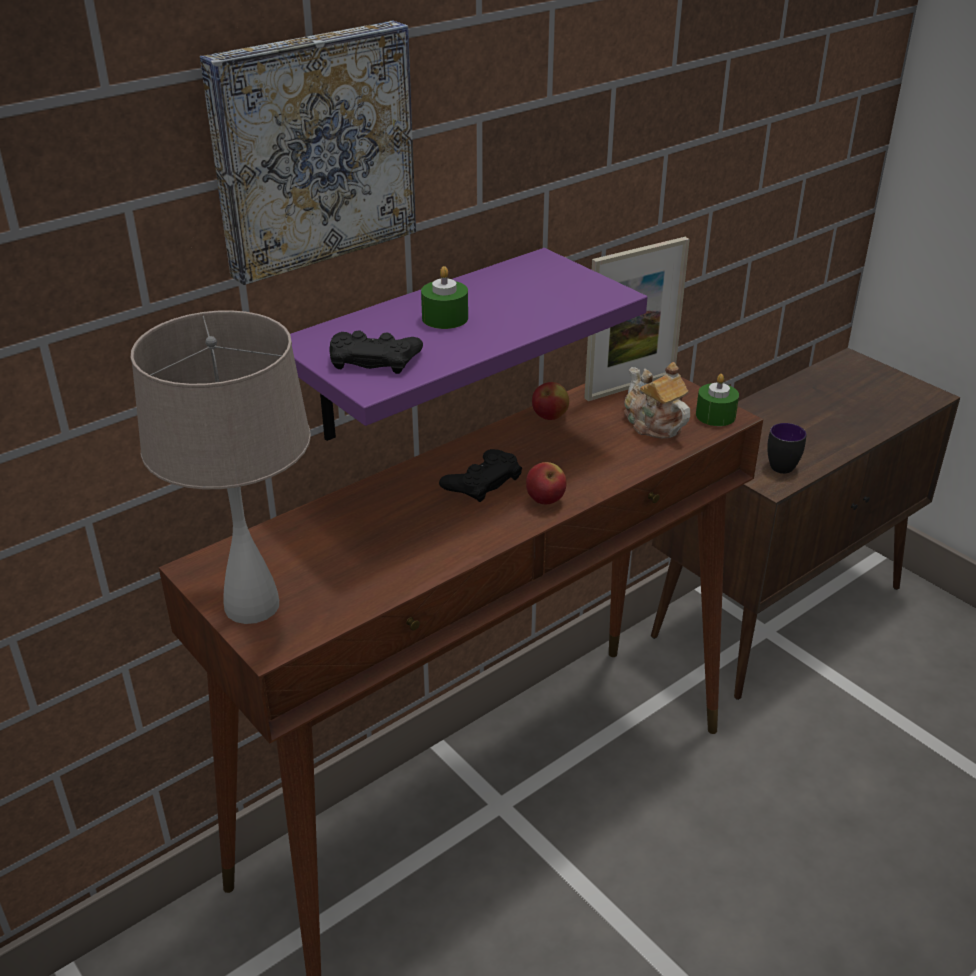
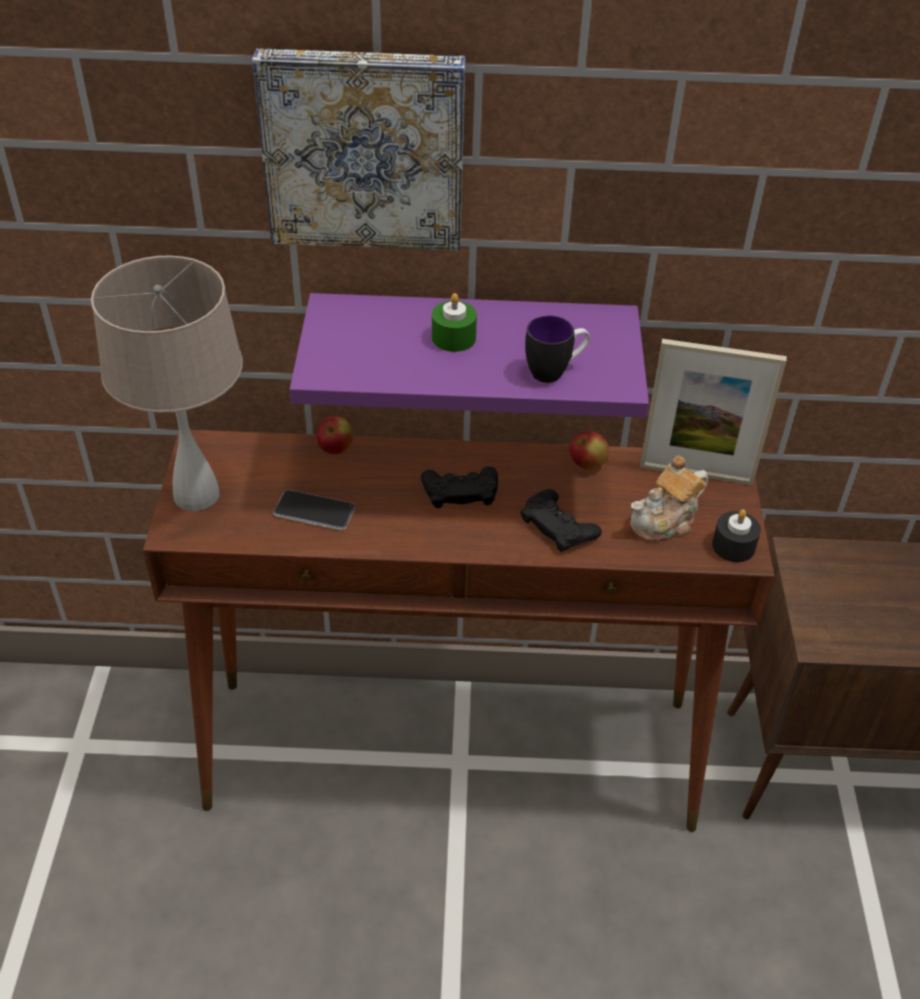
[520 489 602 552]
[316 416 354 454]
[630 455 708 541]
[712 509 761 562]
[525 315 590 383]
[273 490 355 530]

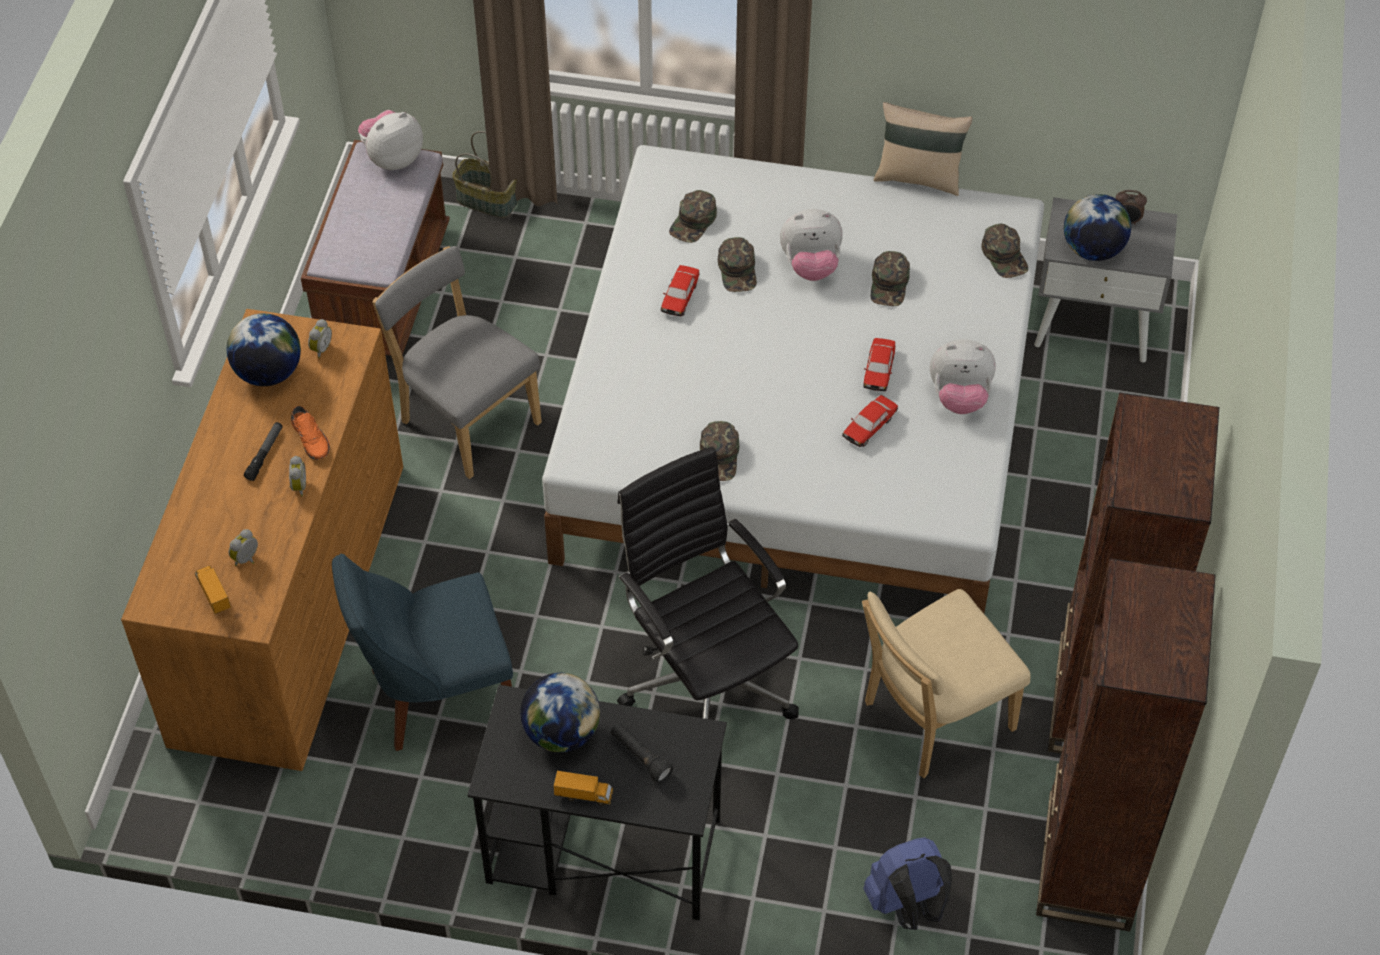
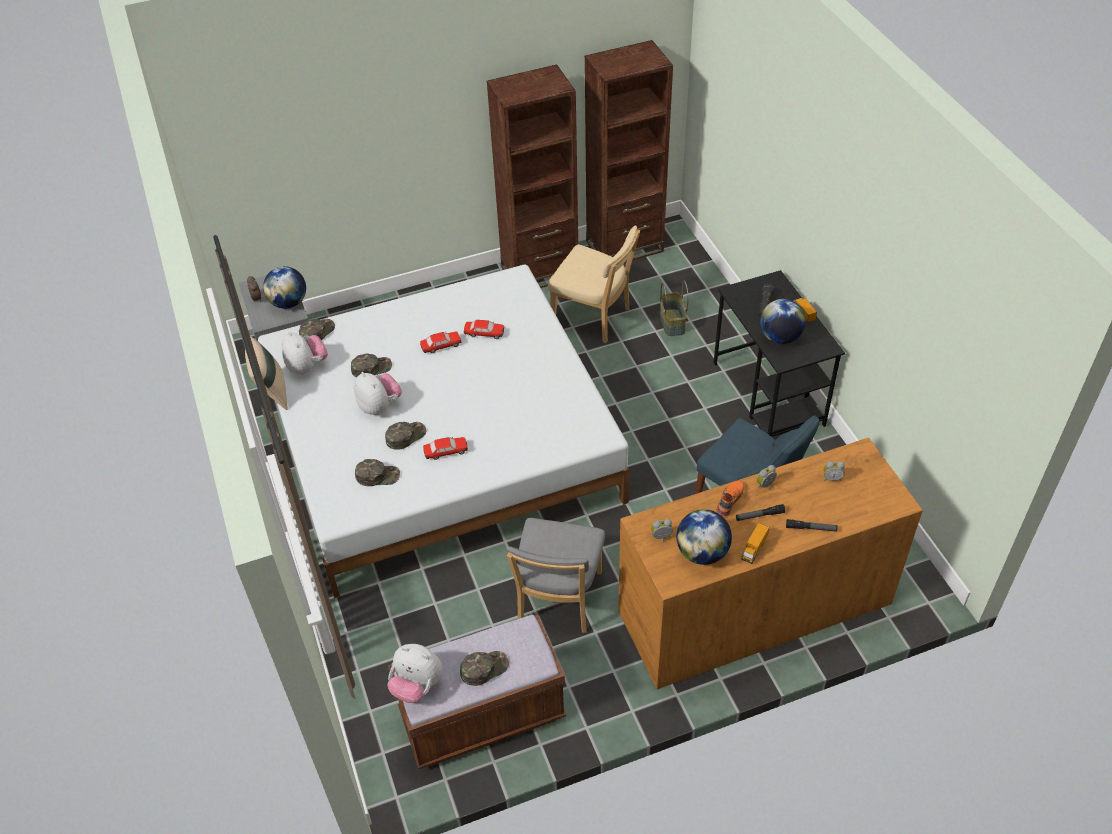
[741 523 769 564]
[660 281 689 336]
[617 446 799 719] (first image)
[460 651 509 686]
[863 837 952 930] (first image)
[282 331 328 375]
[786 519 838 532]

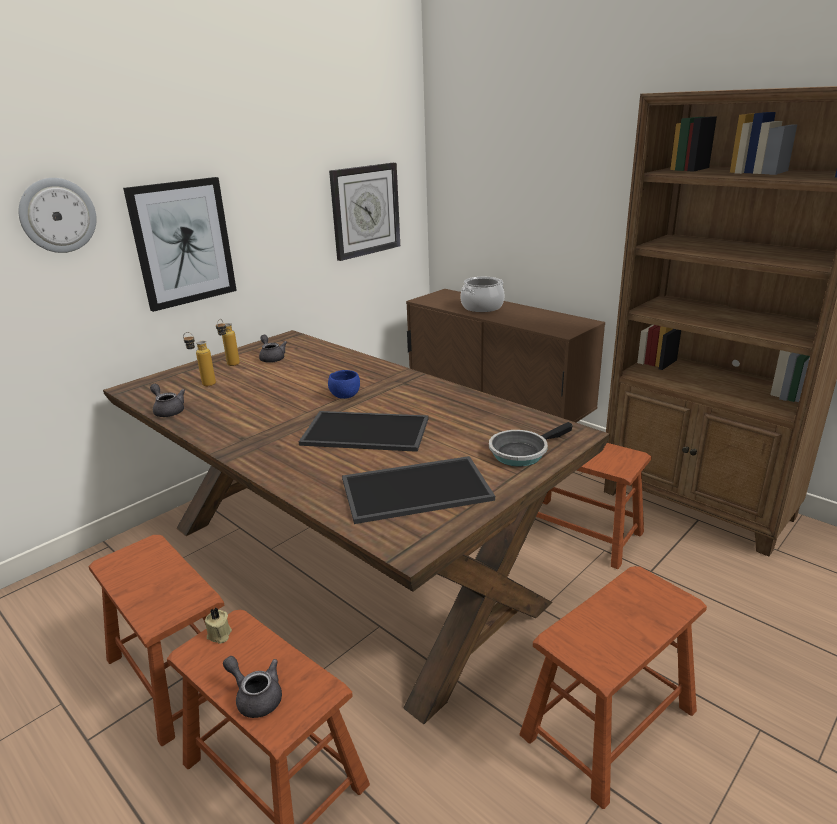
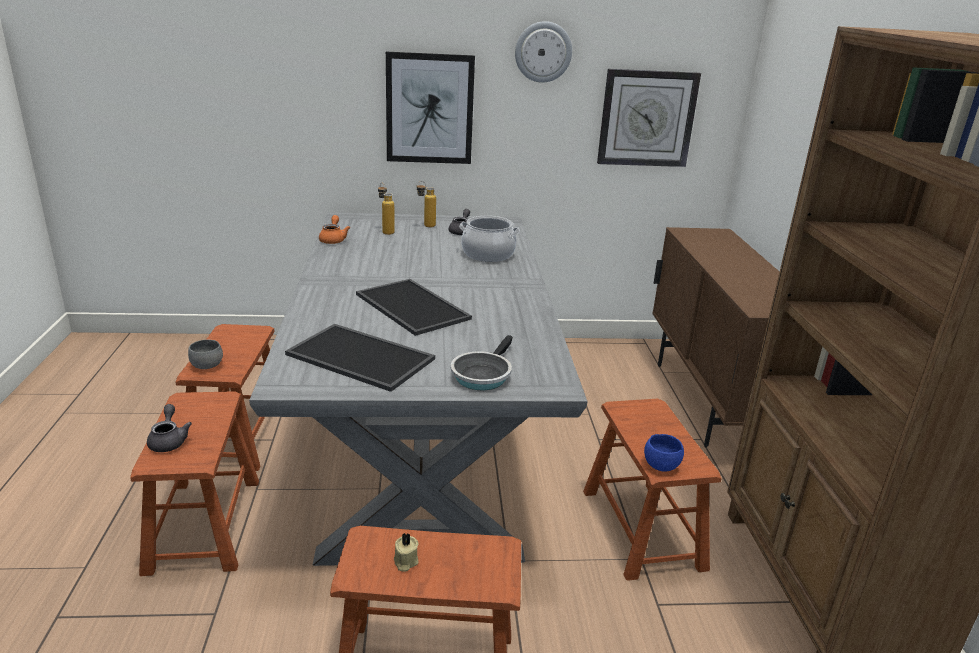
[515 21 572 83]
[249 212 587 566]
[319 215 350 244]
[394 533 419 572]
[644 434 684 472]
[459 216 520 262]
[450 335 513 390]
[188 340 223 369]

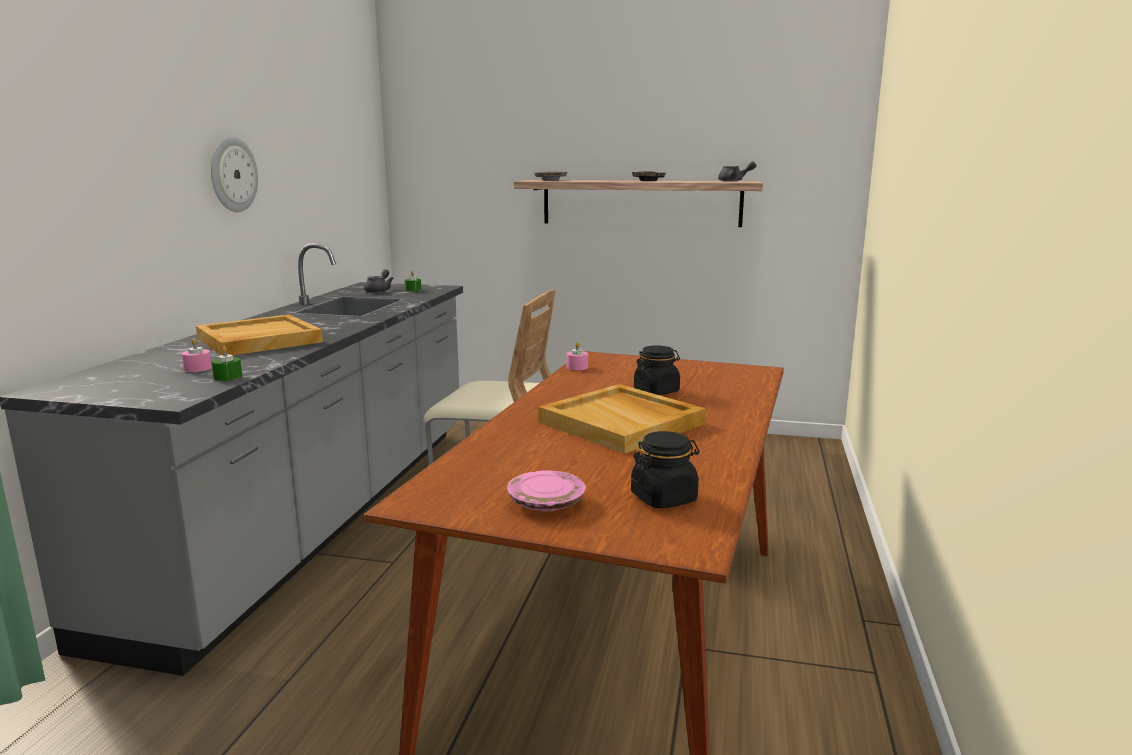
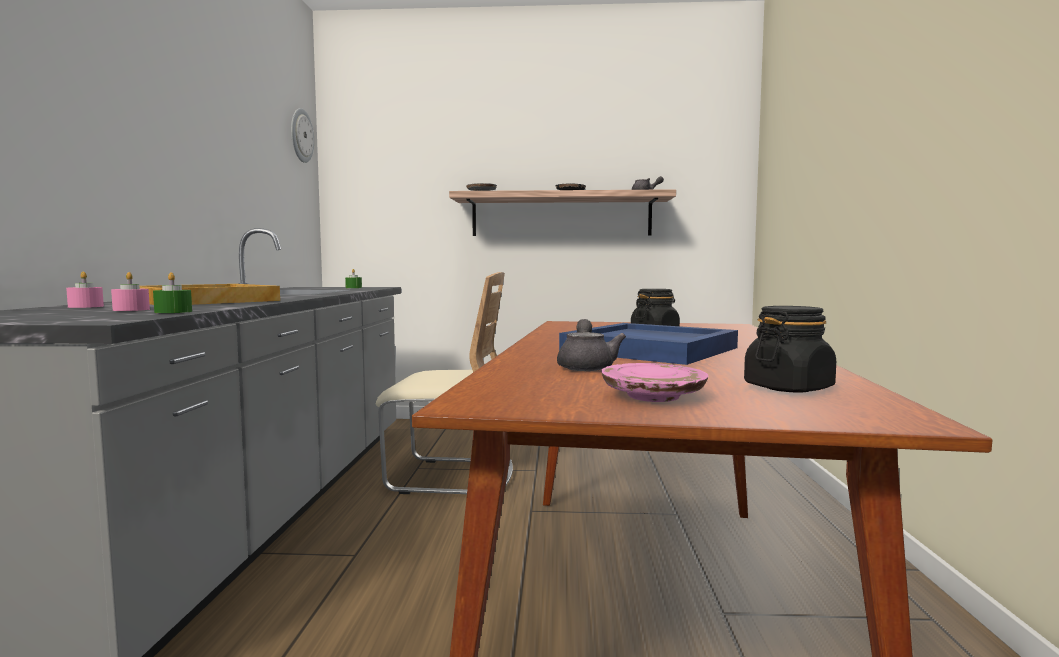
[291 108 314 163]
[557 319 626 371]
[559 323 738 365]
[66 272 104 308]

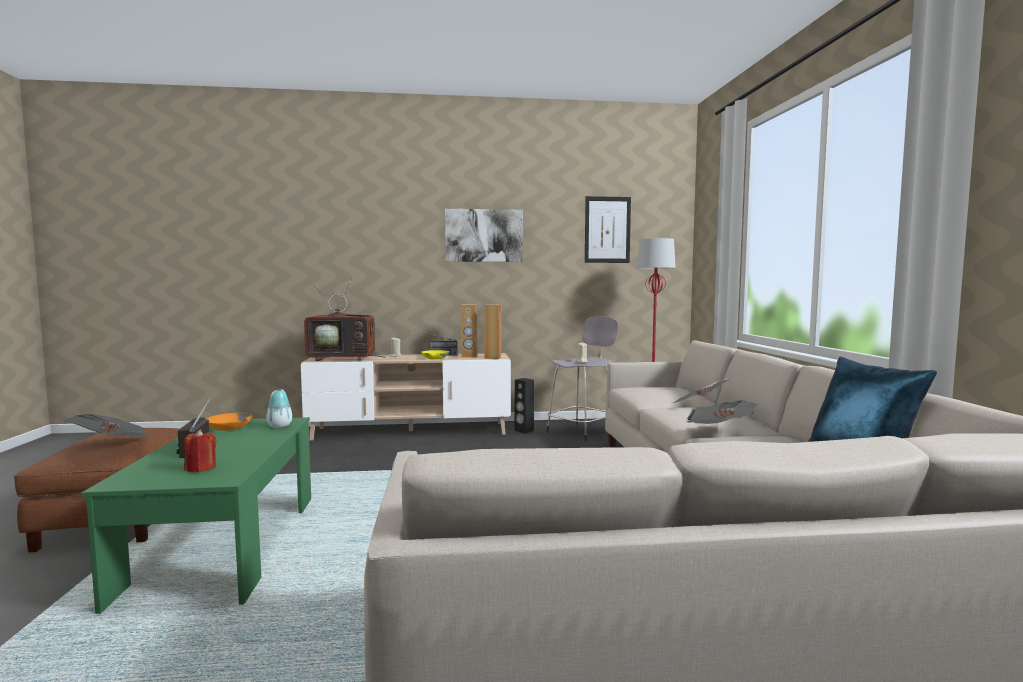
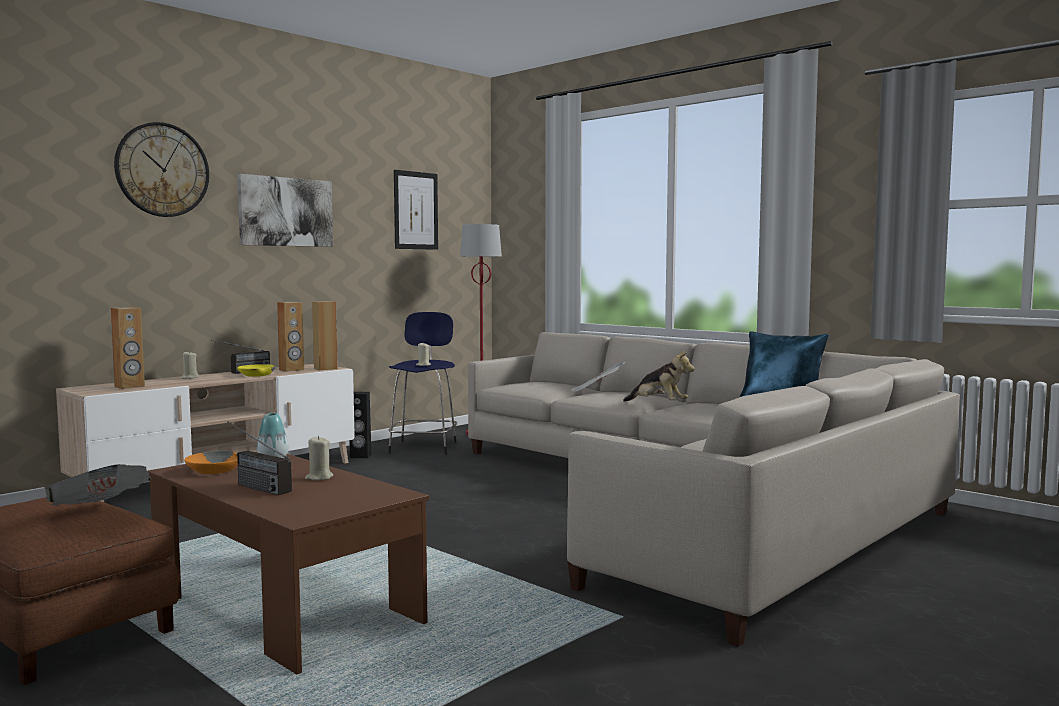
[148 452 429 674]
[183 429 216 472] (first image)
[111 307 145 389]
[388 312 457 455]
[623 350 695 402]
[114 122 209 217]
[305 436 333 480]

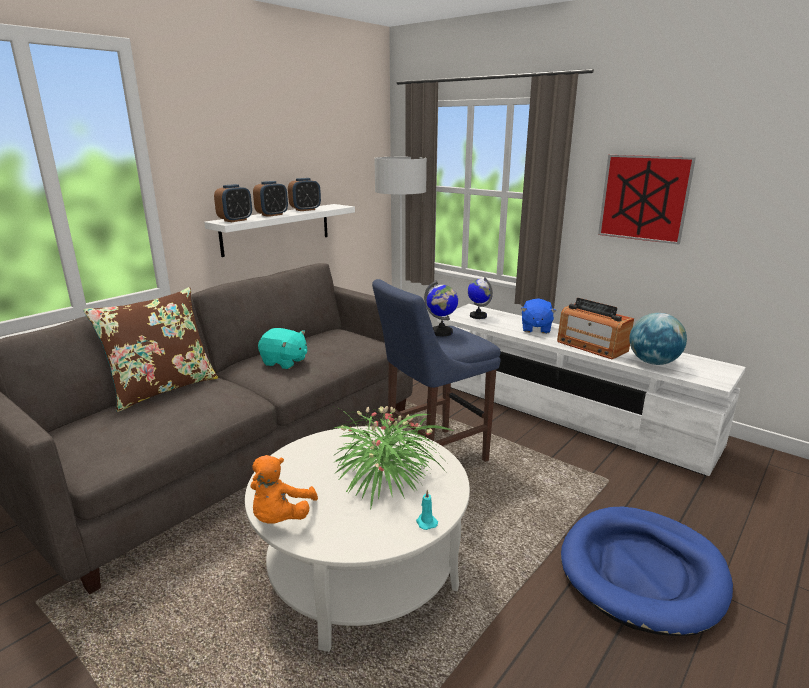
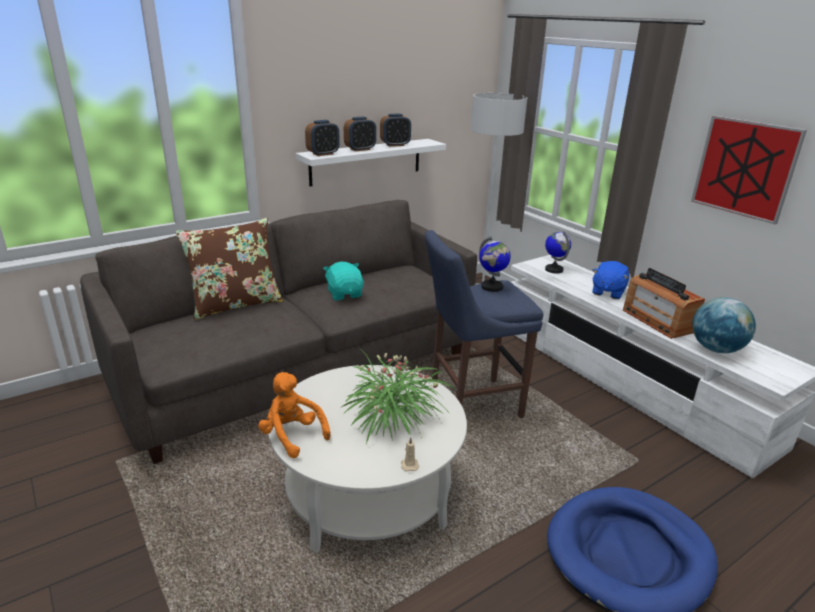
[258 372 331 458]
[323 262 364 300]
[401 437 419 471]

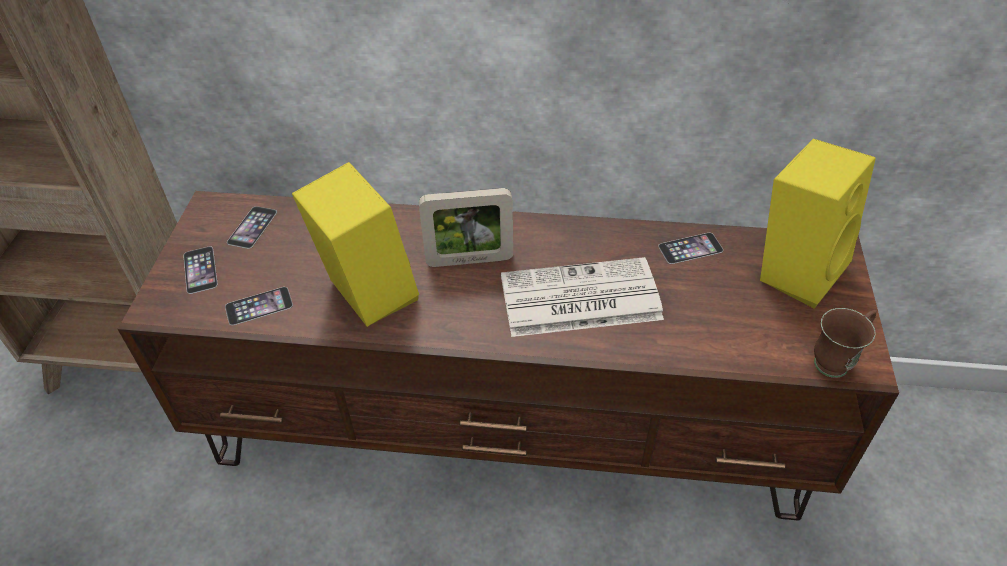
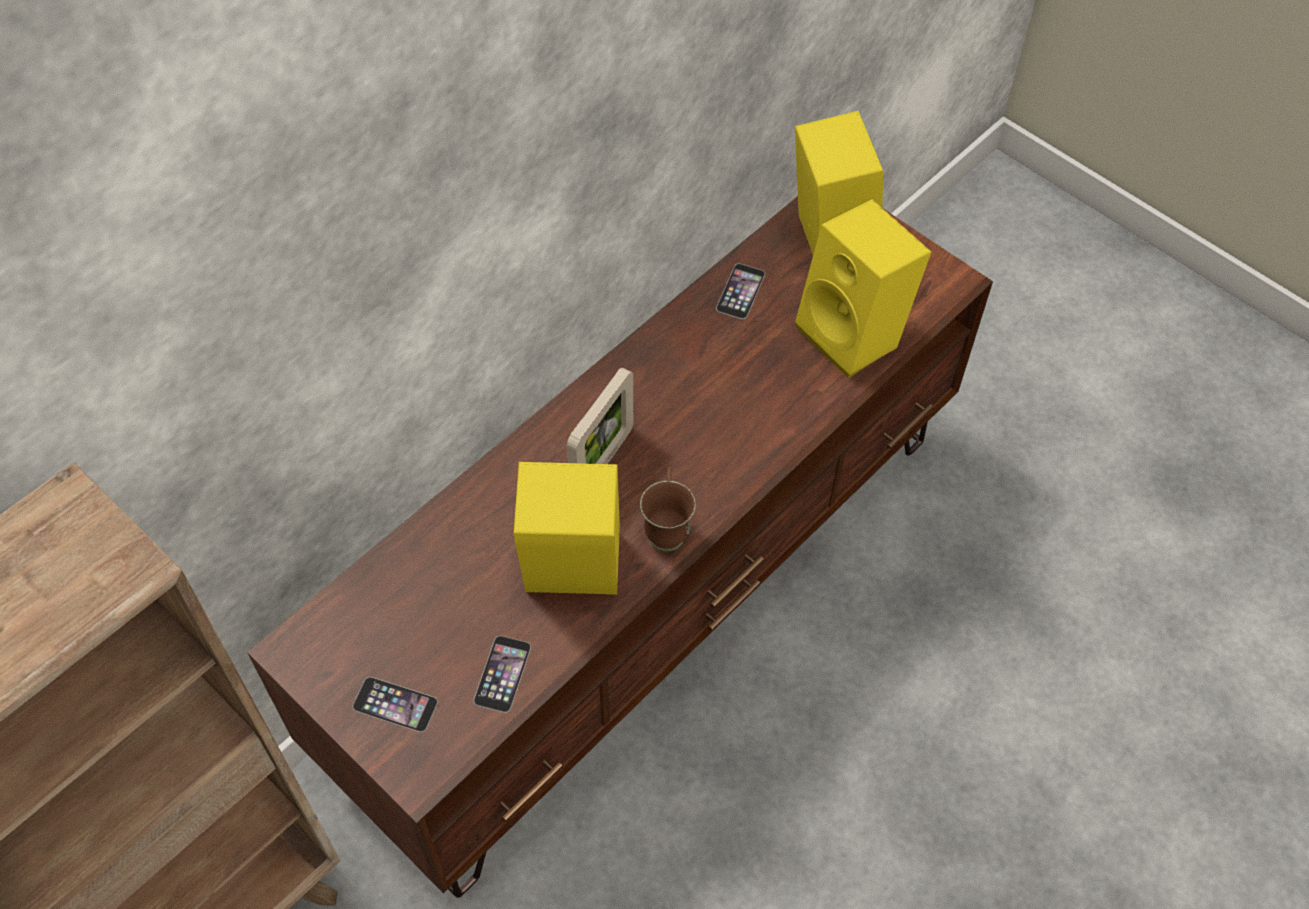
[227 206 277 249] (first image)
[501 257 664 337] (first image)
[640 466 696 552]
[795 199 931 378]

